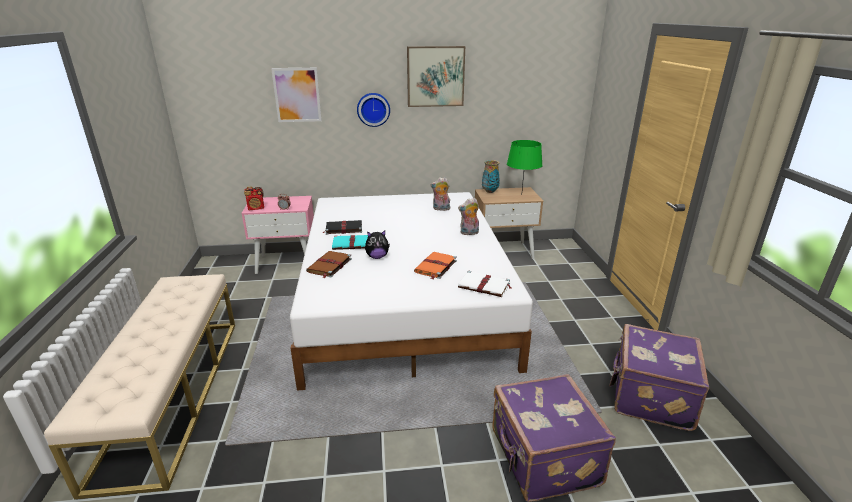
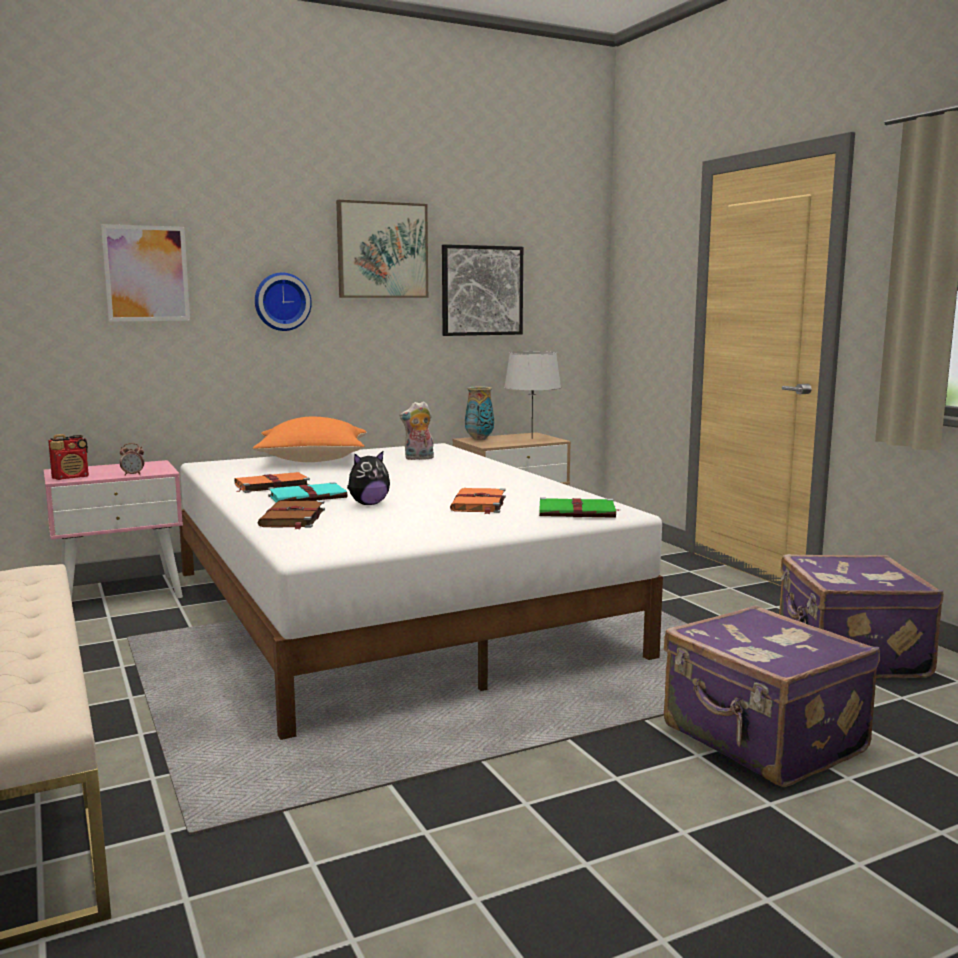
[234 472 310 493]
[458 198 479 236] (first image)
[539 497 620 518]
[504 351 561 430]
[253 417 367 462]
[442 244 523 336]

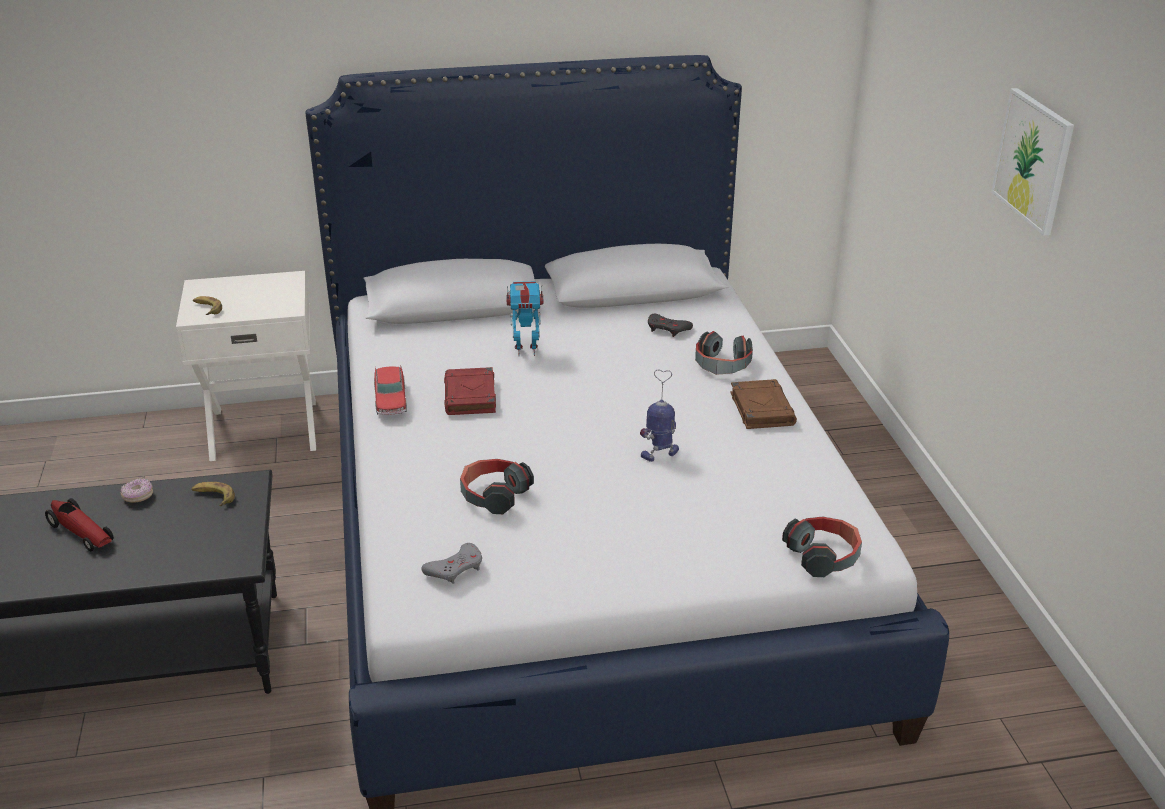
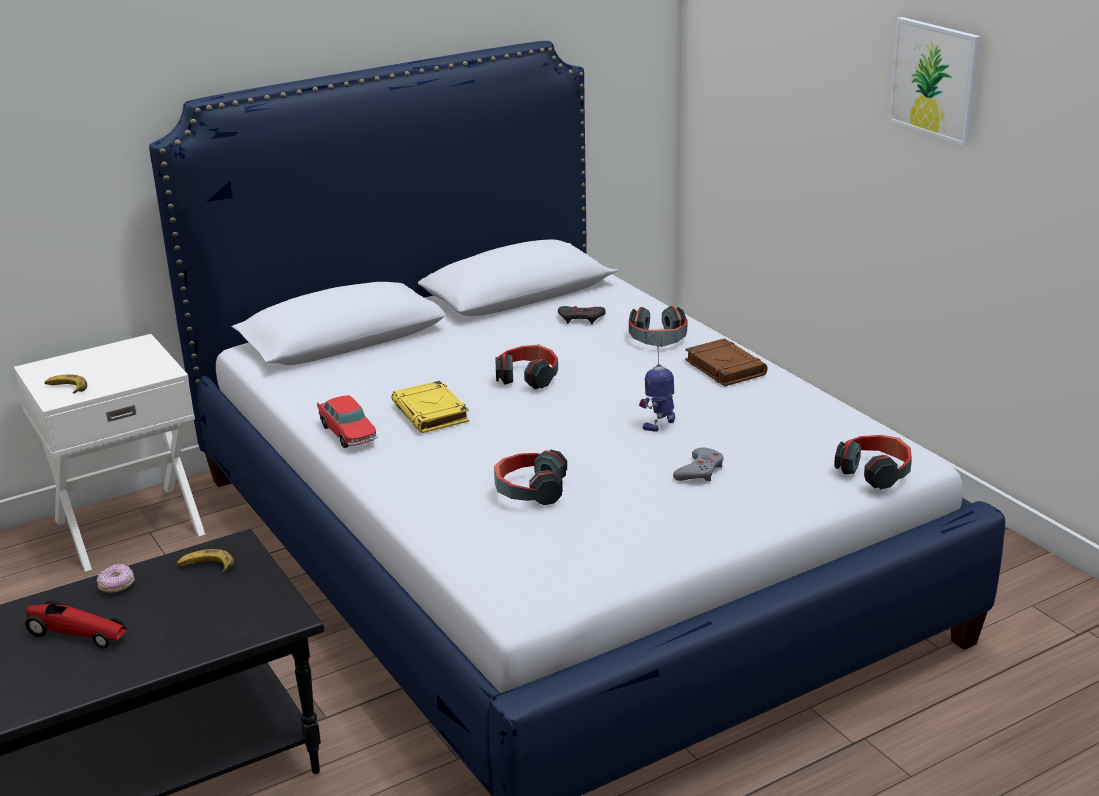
[673 447 724 481]
[392 380 469 433]
[506 281 543 356] (first image)
[496 344 558 389]

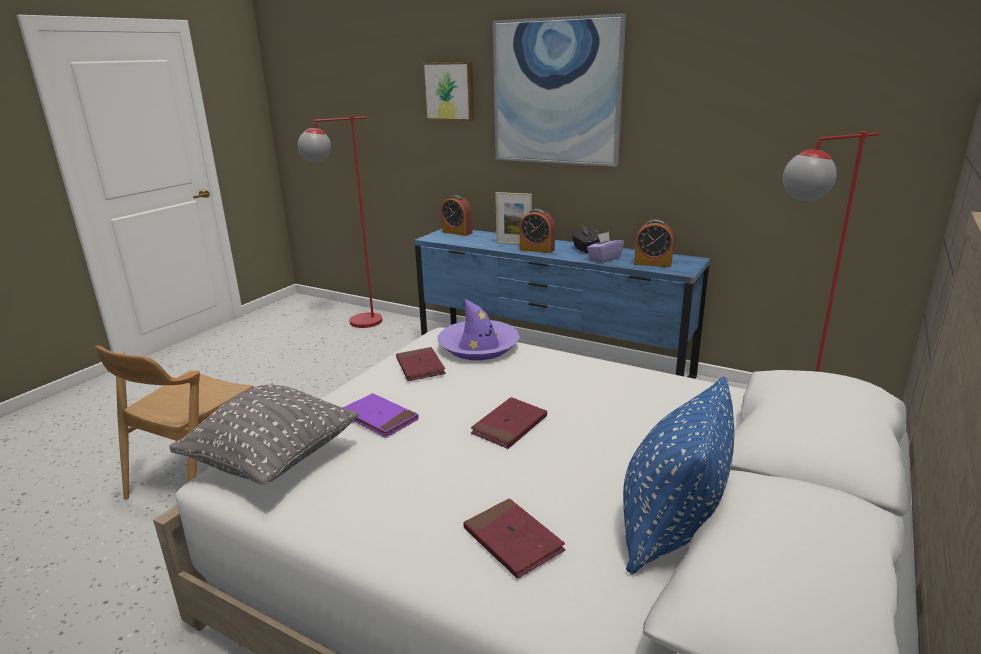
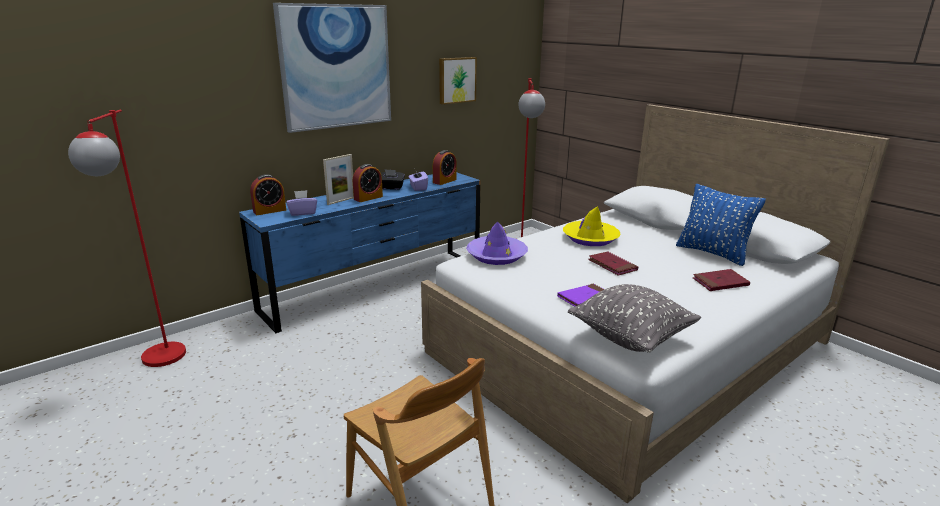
[396 347 446 381] (first image)
[439 57 477 105]
[287 190 317 216]
[563 206 621 246]

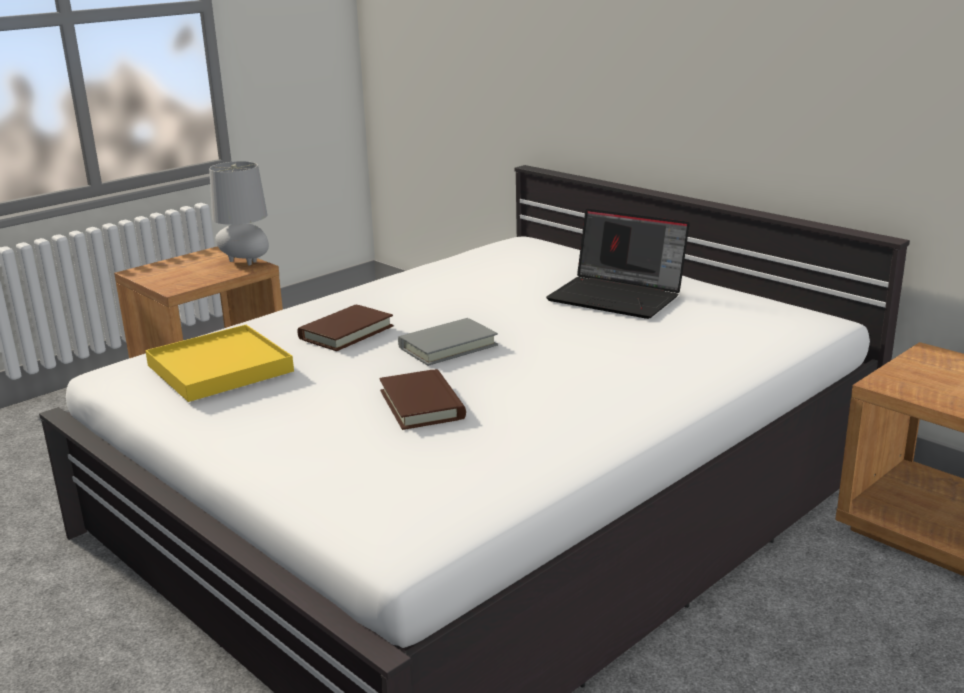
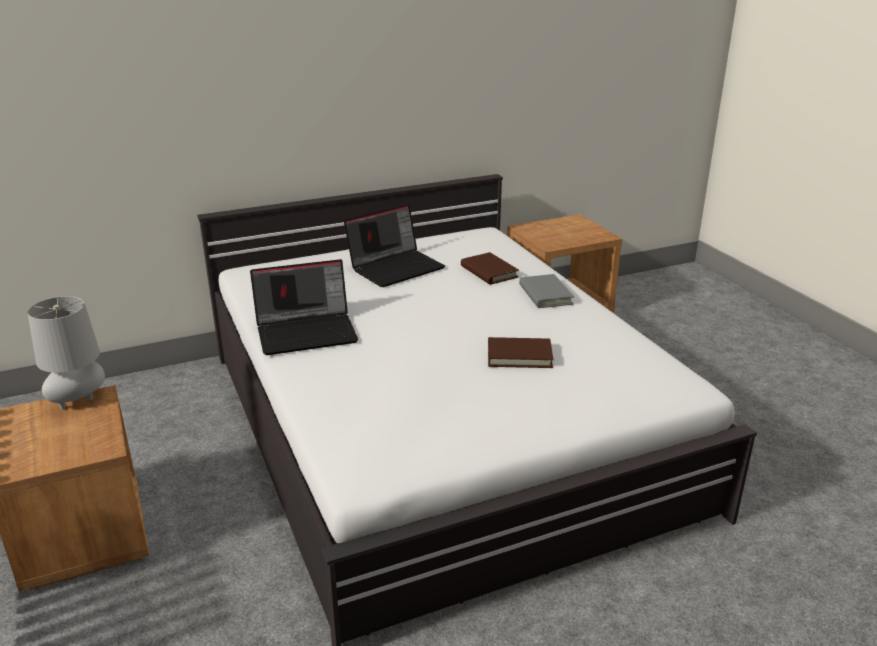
[145 325 294 402] (first image)
[461 252 519 285]
[519 274 574 308]
[250 259 358 355]

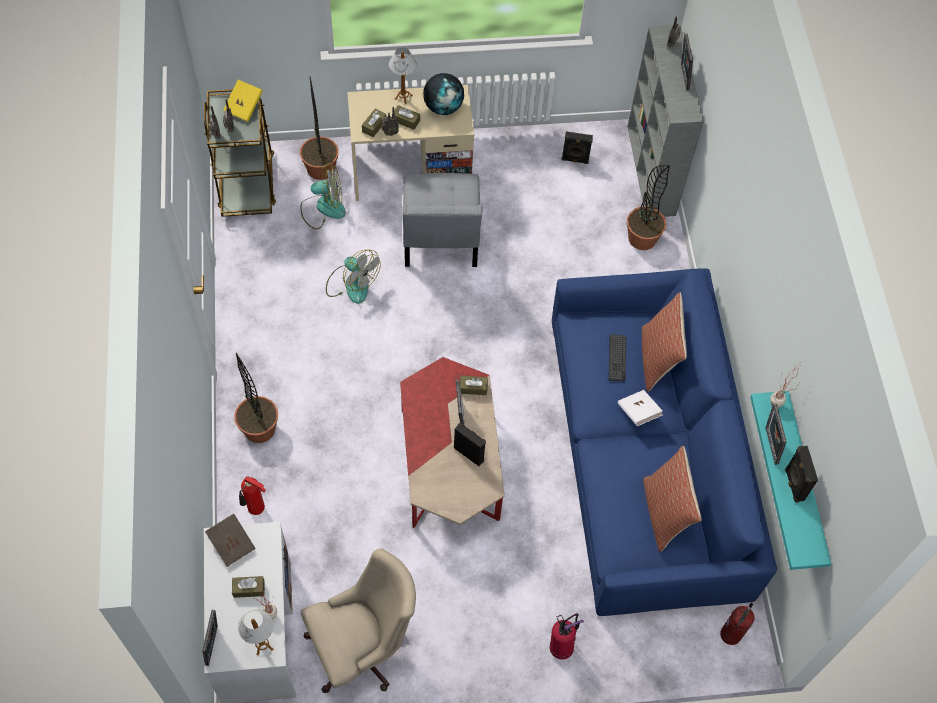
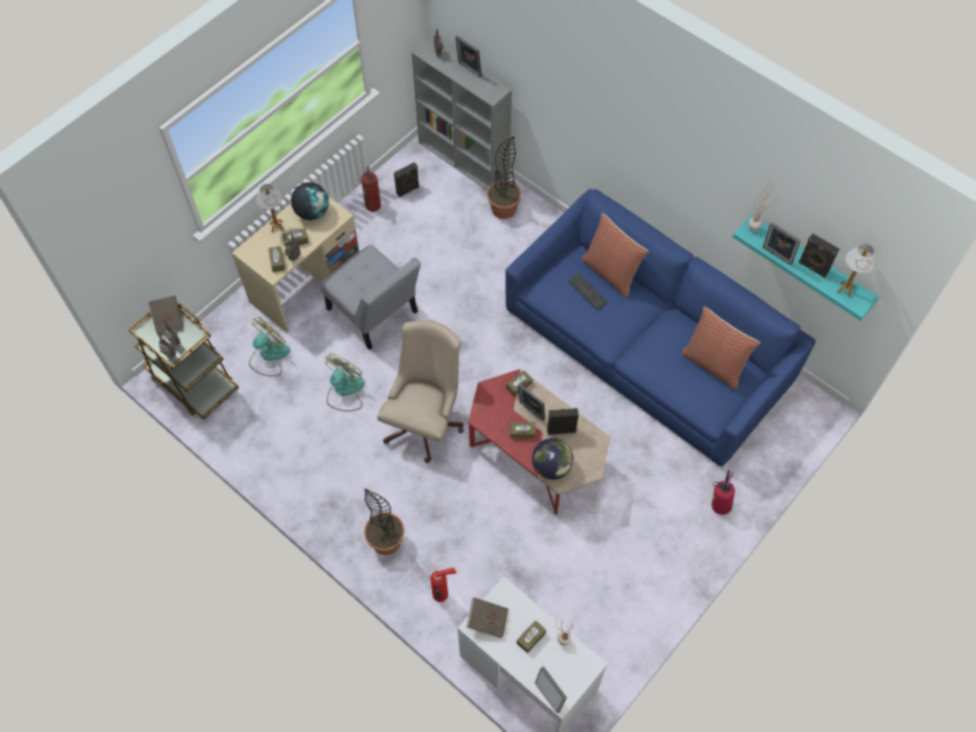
[148 296 184 335]
[837 244 875 297]
[300 77 339 180] (first image)
[377 320 464 464]
[325 354 365 412]
[618 390 663 426] (first image)
[361 167 381 212]
[510 422 535 439]
[532 438 573 480]

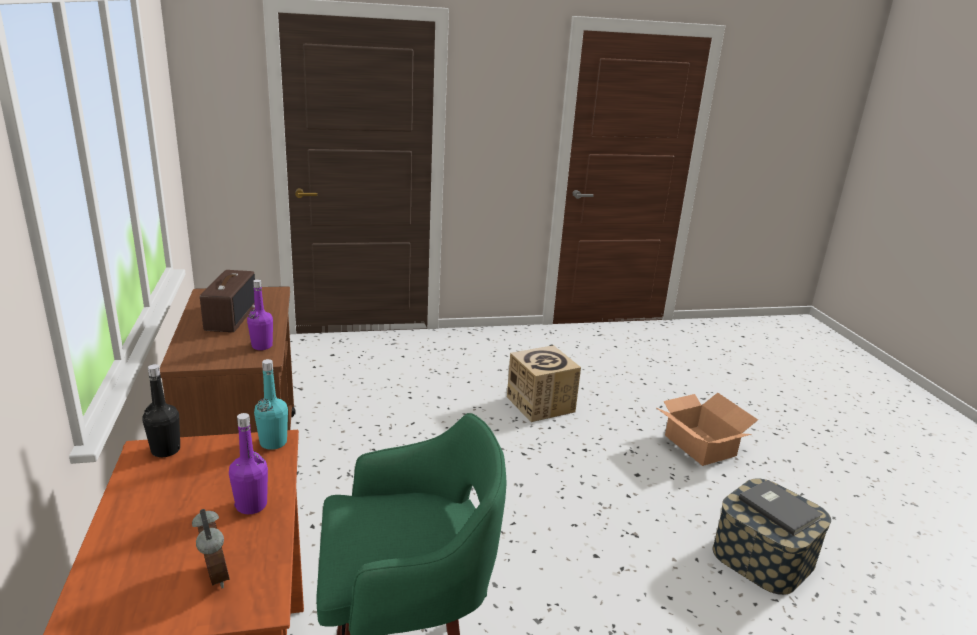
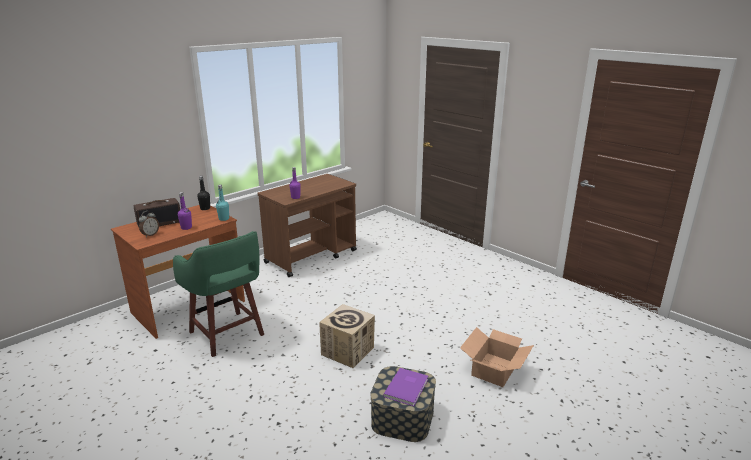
[134 198 180 227]
[319 304 375 368]
[383 368 428 406]

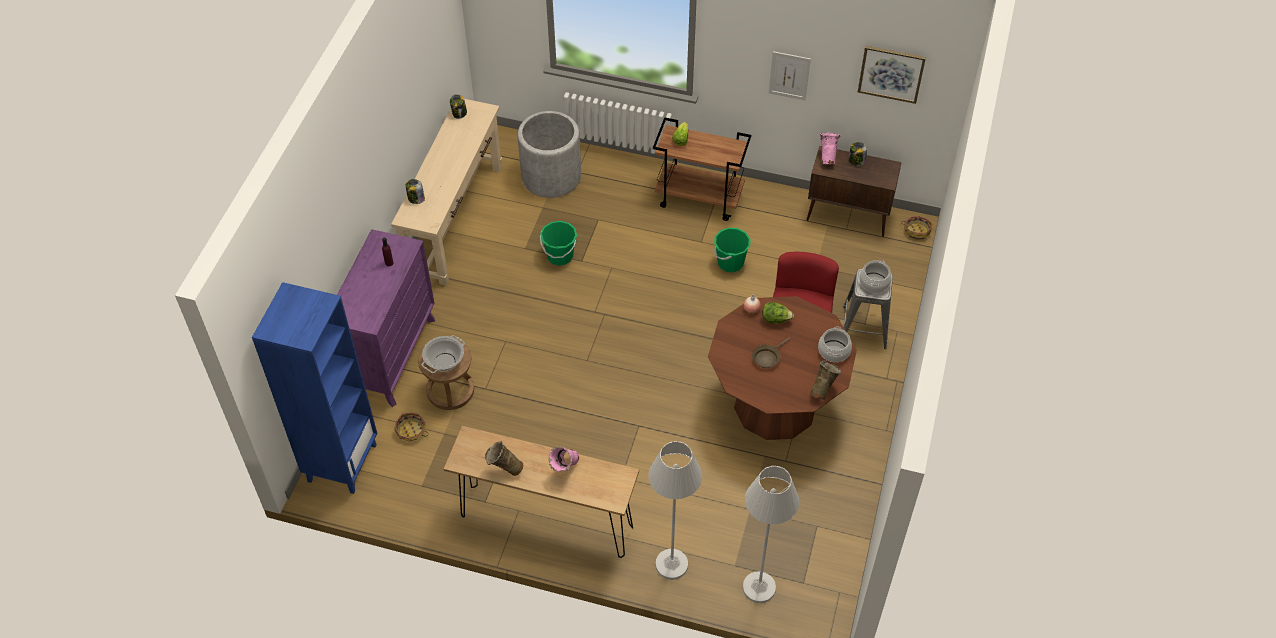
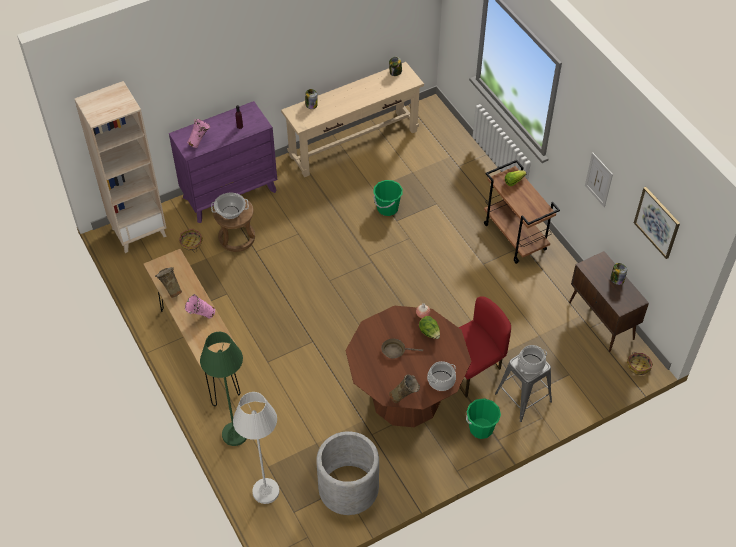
[75 81 167 253]
[316 431 379 515]
[200 332 247 446]
[466 398 501 439]
[187 119 210 148]

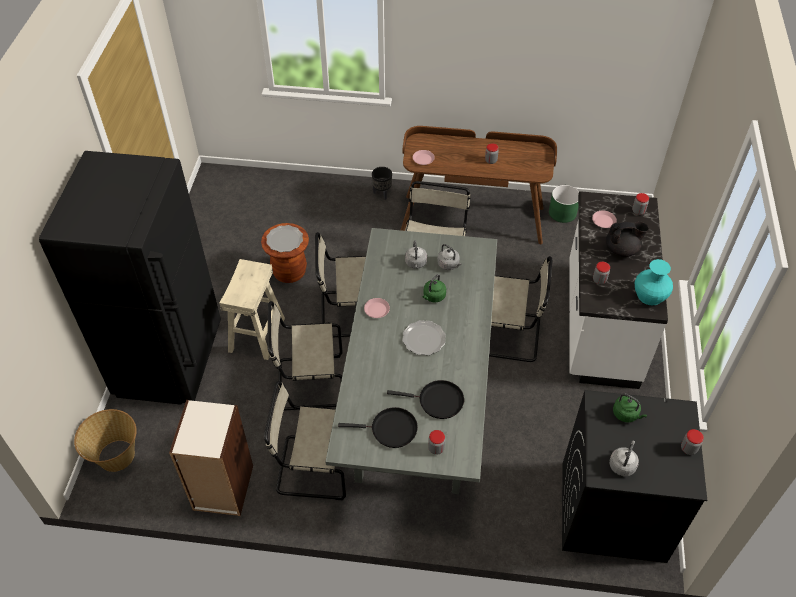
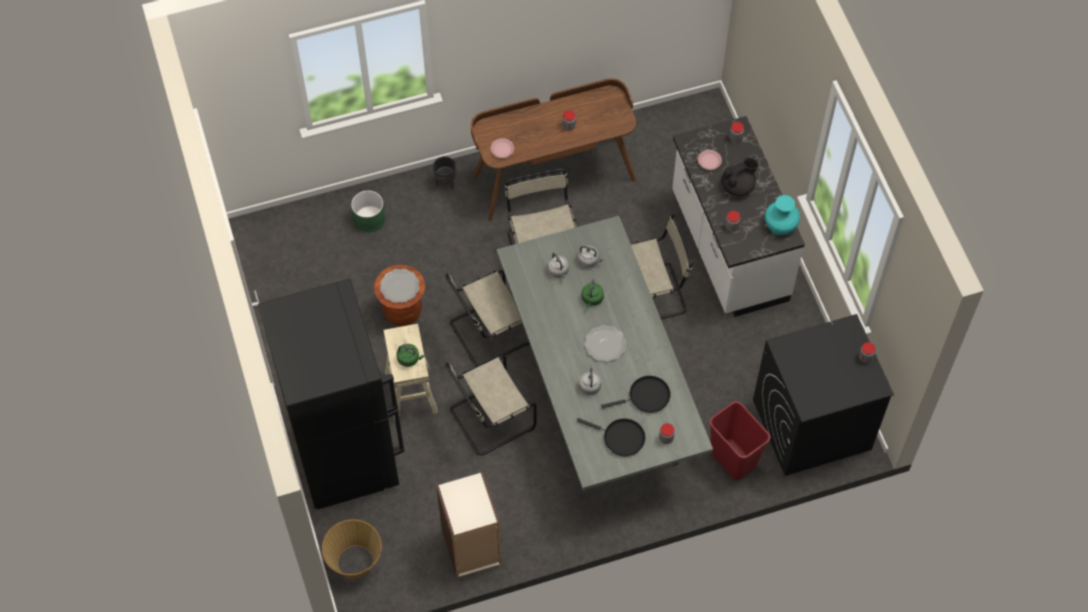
[264 381 346 500] (first image)
[577 418 645 456]
[364 298 390 318] (first image)
[351 190 385 232]
[579 364 601 395]
[396 344 424 367]
[709 401 770 480]

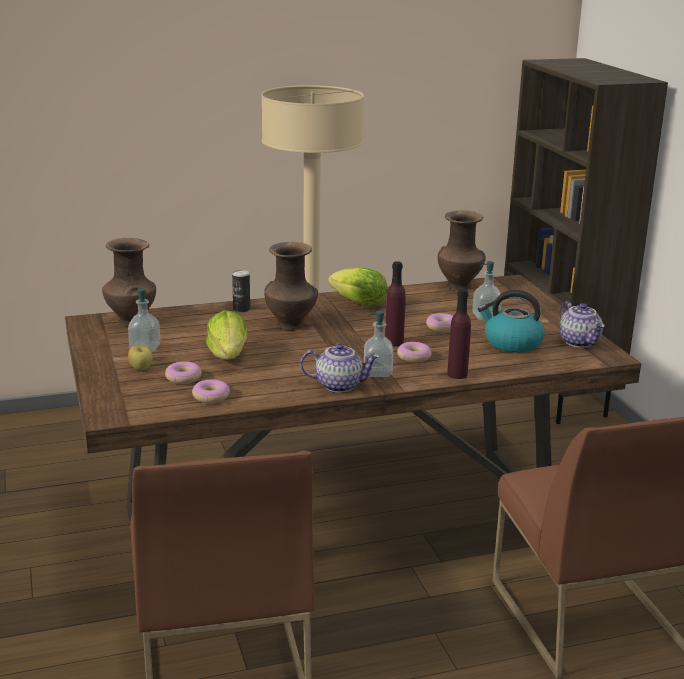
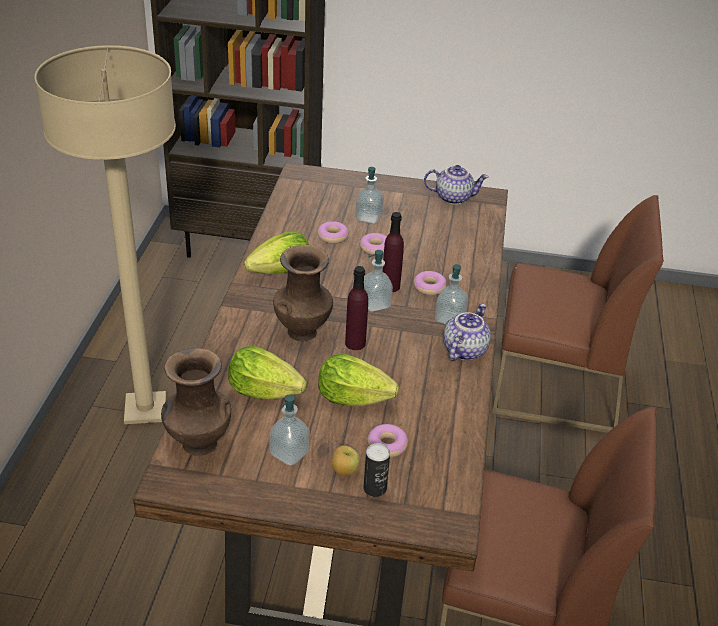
[317 221 349 244]
[363 443 390 497]
[438 210 486 290] (first image)
[345 266 368 350]
[478 290 545 353] (first image)
[228 346 307 399]
[364 250 393 312]

